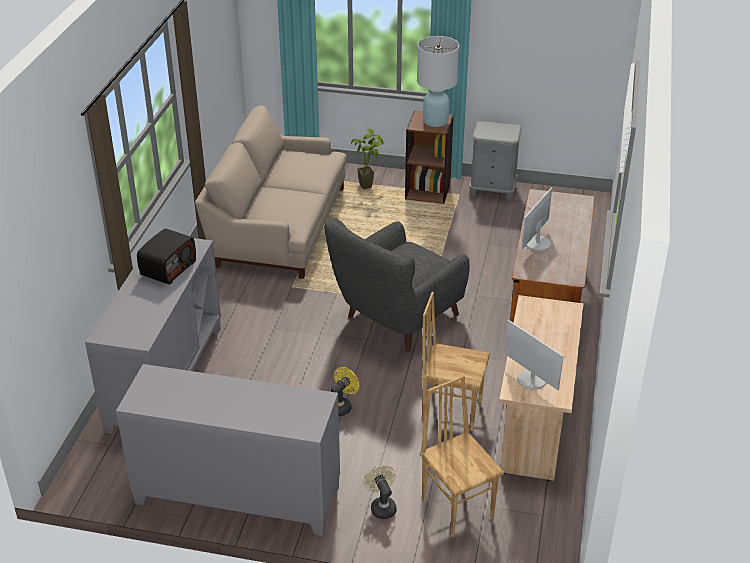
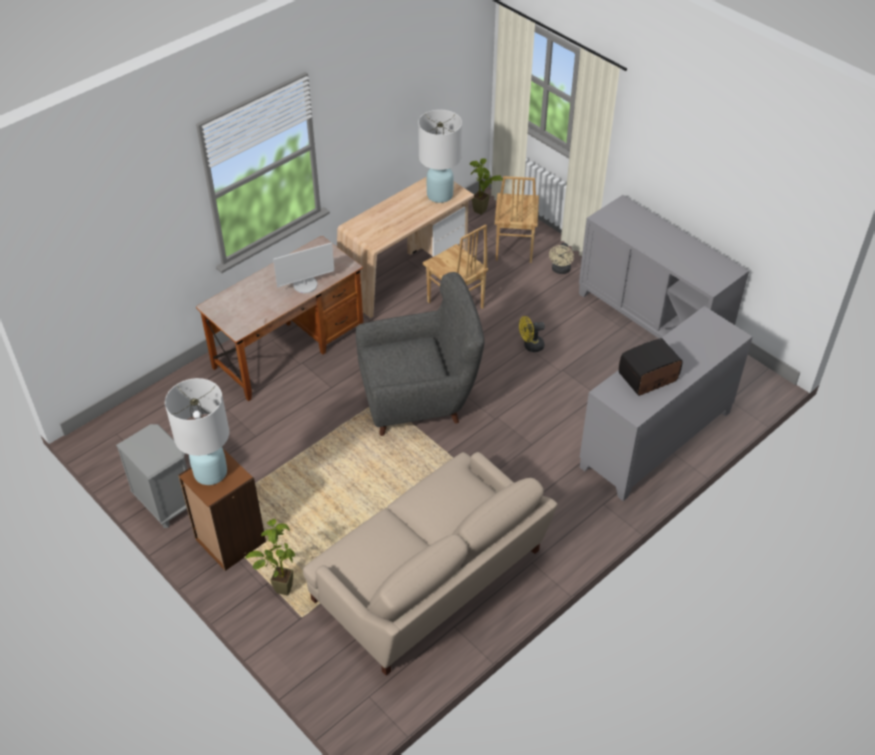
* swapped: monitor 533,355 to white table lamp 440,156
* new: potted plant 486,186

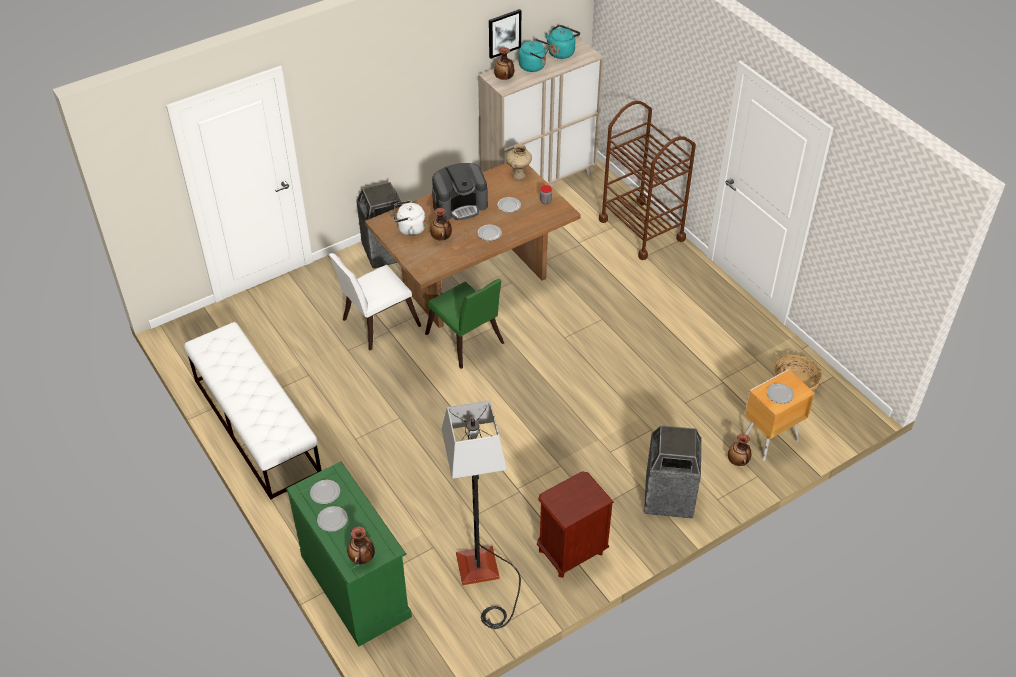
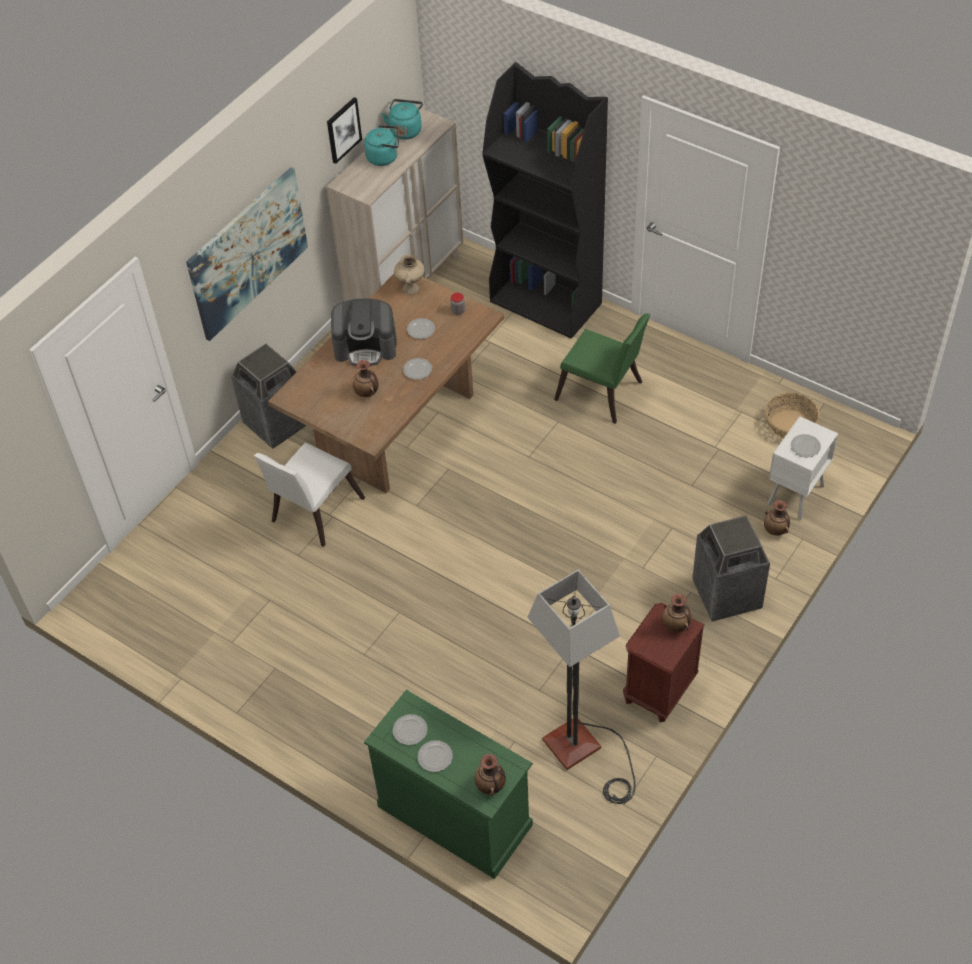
* shifted: vase 504,63 to 676,613
* swapped: brown cart 647,180 to black bookcase 545,200
* rotated: coffee machine 460,191 = 364,332 45 degrees clockwise
* gone: white kettle 410,218
* shifted: green chair 464,324 to 602,368
* gone: white bench 253,411
* repainted: brown nightstand 779,415 to white nightstand 802,468
* new: picture 247,254

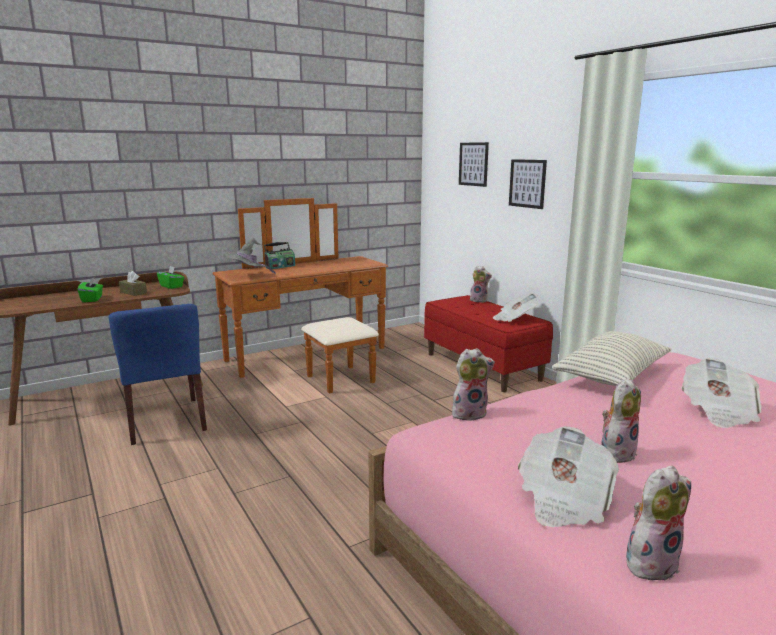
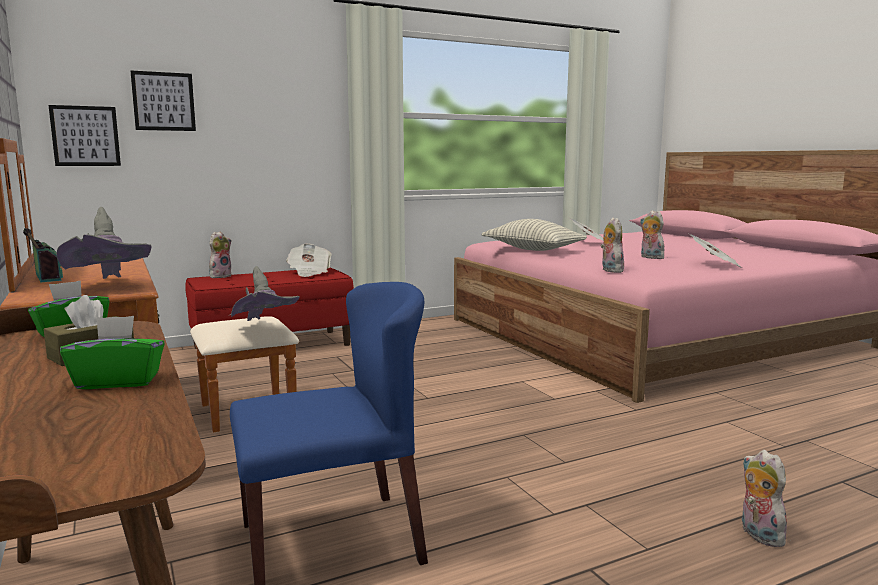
* shifted: picture 528,184 to 85,135
* shifted: plush toy 658,523 to 764,498
* new: grey hat 264,293

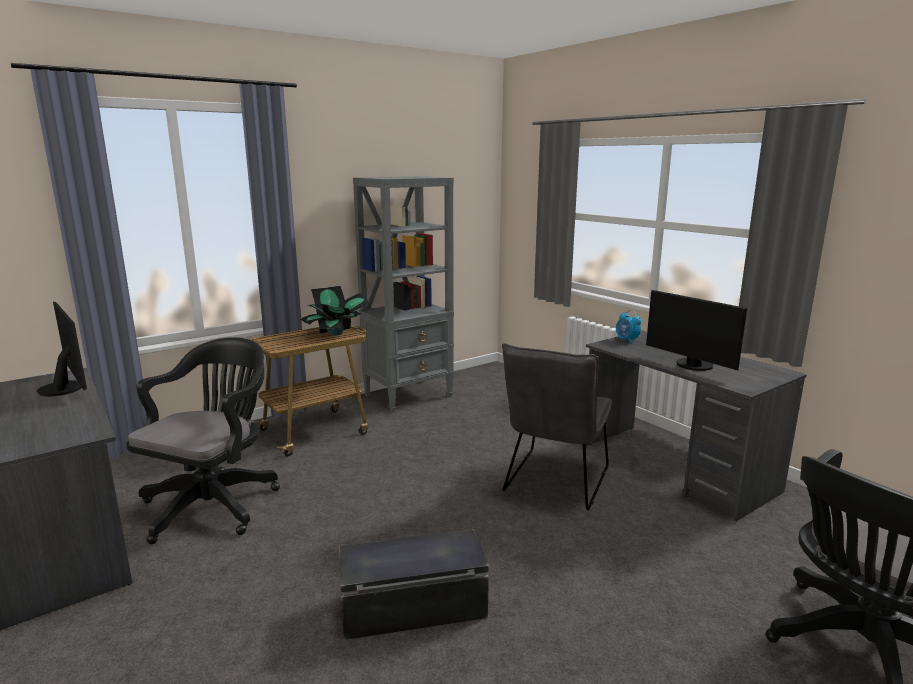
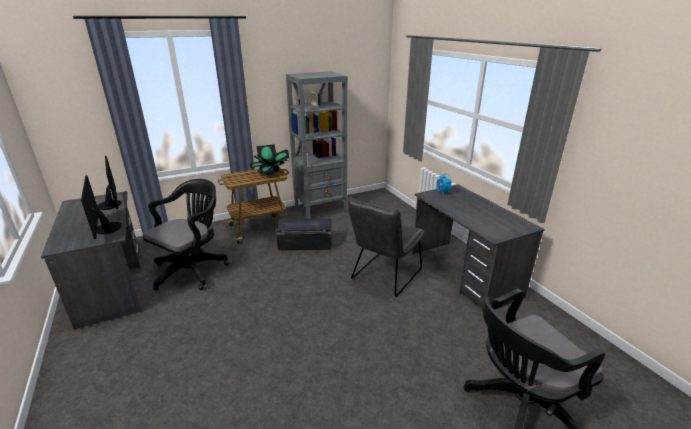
* shifted: monitor 696,330 to 101,207
* shifted: black storage box 414,584 to 304,234

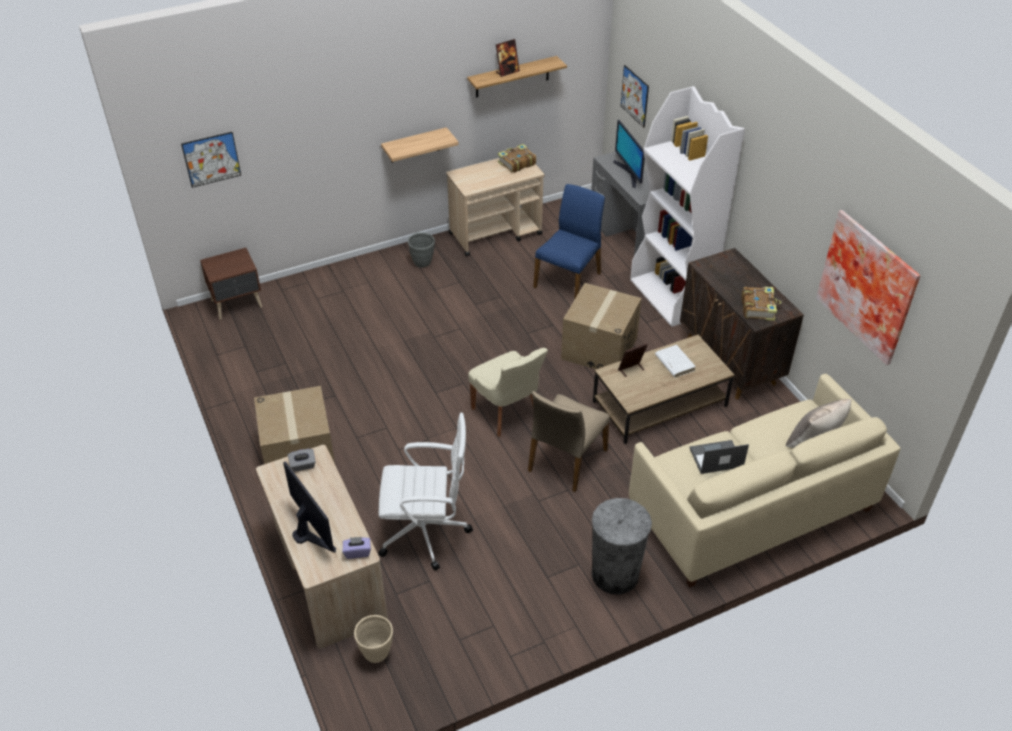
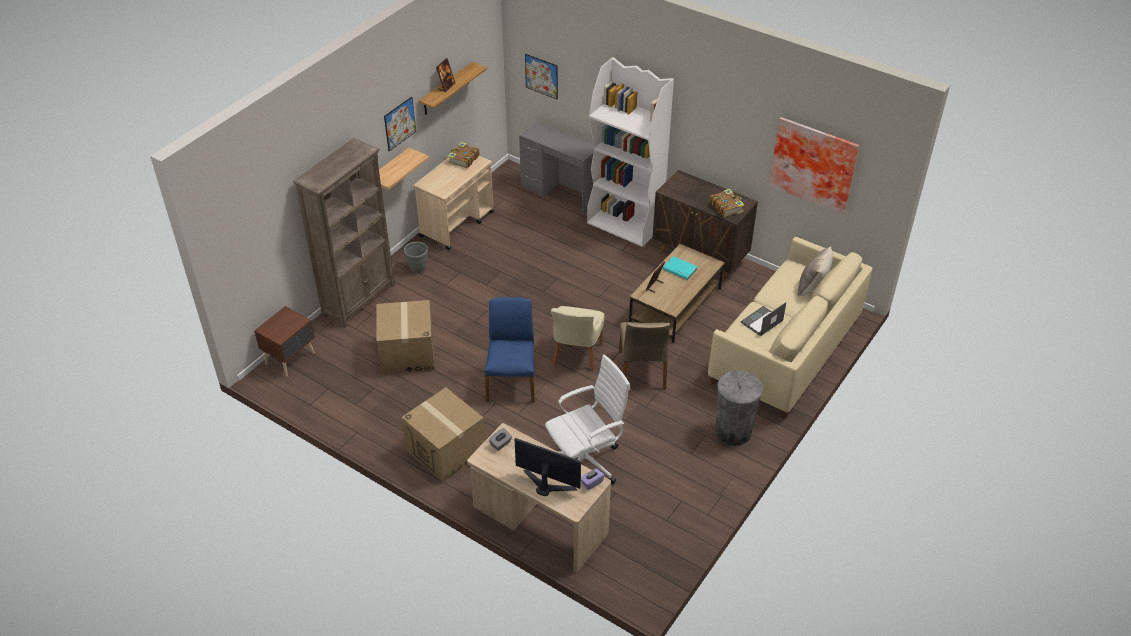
* gone: monitor 629,154
* shifted: picture 211,160 to 400,124
* shifted: blue chair 569,242 to 510,350
* shifted: cardboard box 601,326 to 405,337
* repainted: white book 675,361 to turquoise book 680,268
* rotated: beige chair 508,392 = 578,338 75 degrees clockwise
* gone: beige planter 373,639
* new: brown bookcase 344,233

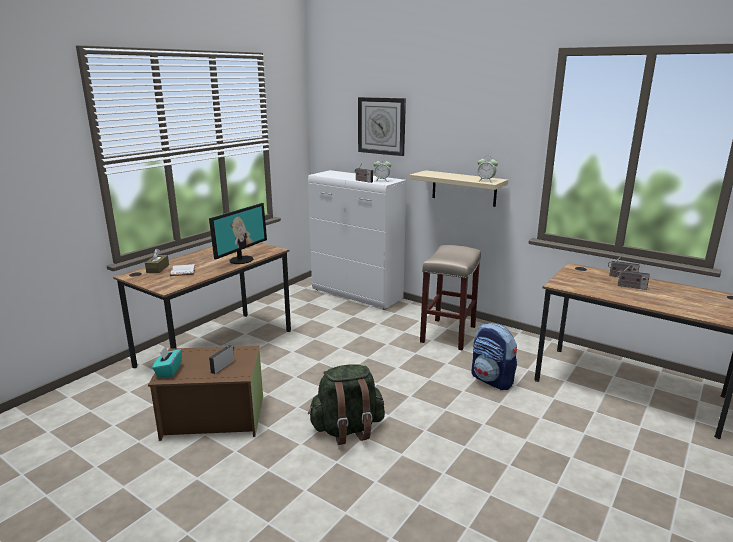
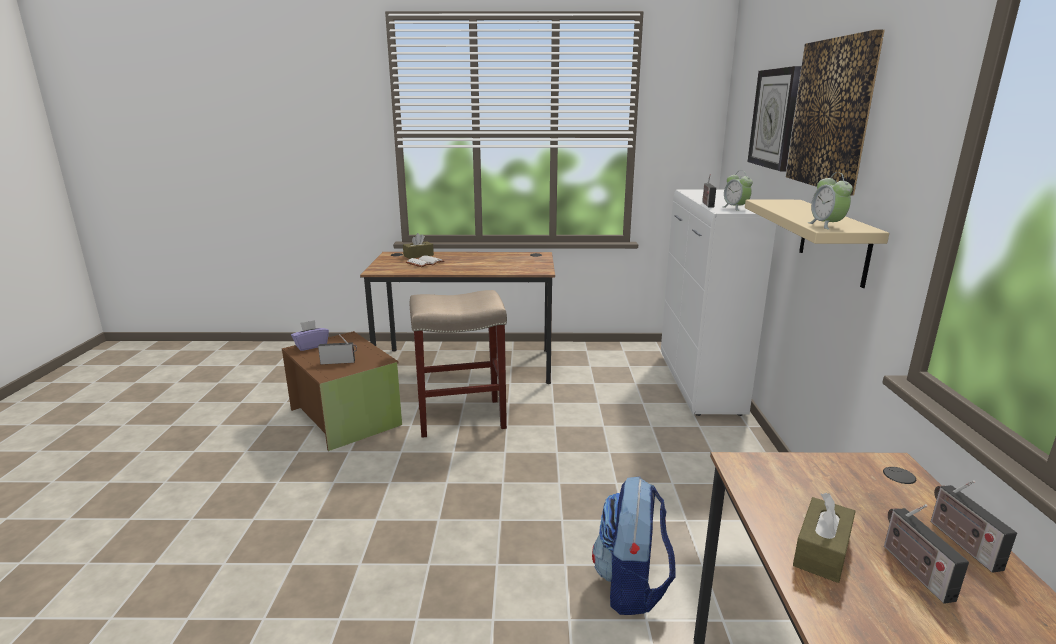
* gone: monitor 238,233
* shifted: beige stool 450,297 to 458,364
* repainted: turquoise tissue box 167,361 to purple tissue box 310,335
* gone: green backpack 346,404
* new: picture 835,113
* new: brown tissue box 824,538

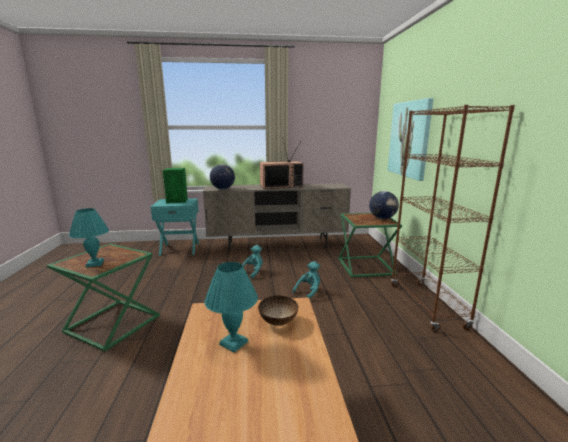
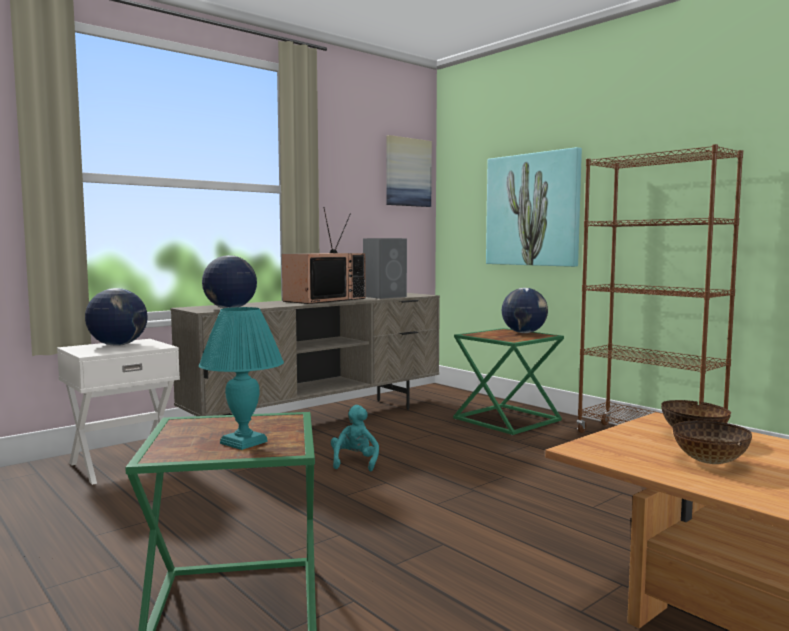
* swapped: green speaker 175,185 to globe 116,317
* repainted: turquoise nightstand 175,227 to white nightstand 118,412
* gone: turquoise plush toy 306,280
* swapped: turquoise table lamp 231,307 to bowl 712,442
* new: picture 409,171
* new: grey speaker 385,268

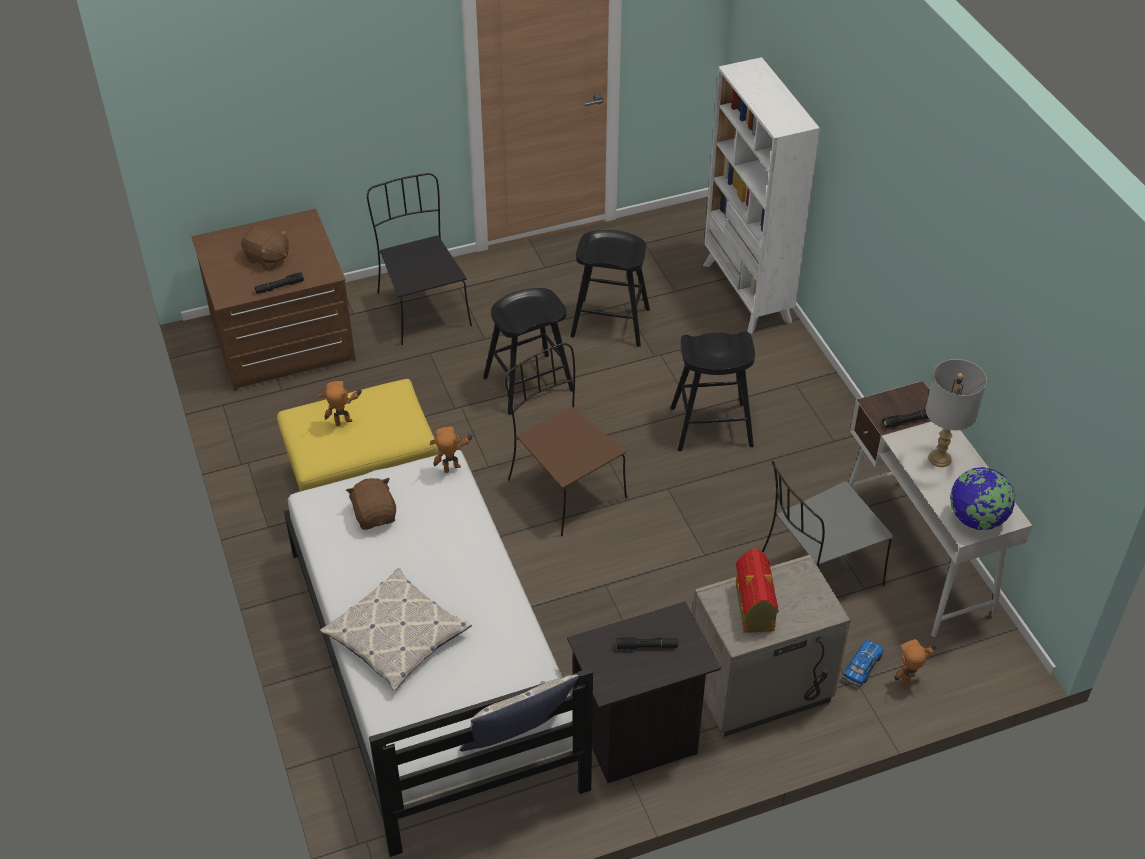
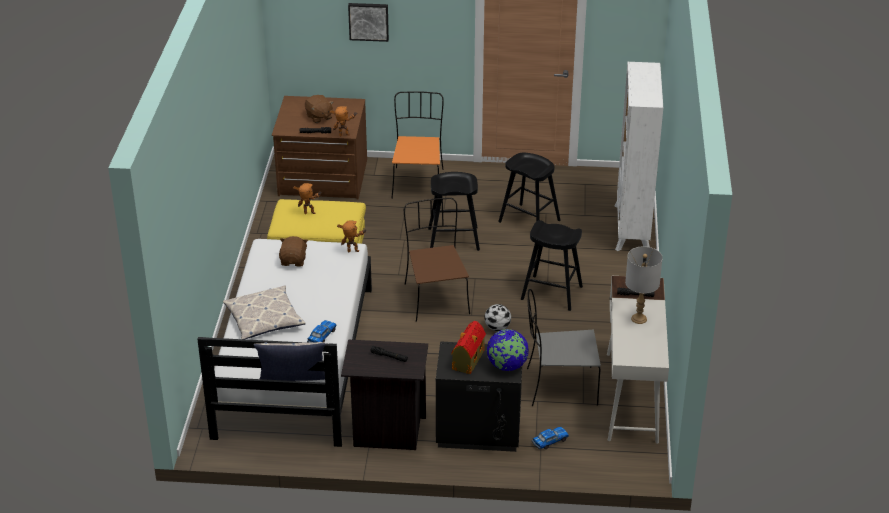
* repainted: black chair 419,259 to orange chair 417,145
* shifted: globe 982,498 to 508,350
* repainted: beige nightstand 771,646 to black nightstand 479,397
* shifted: toy robot 916,662 to 343,121
* new: picture 368,22
* new: football 497,317
* new: toy car 321,331

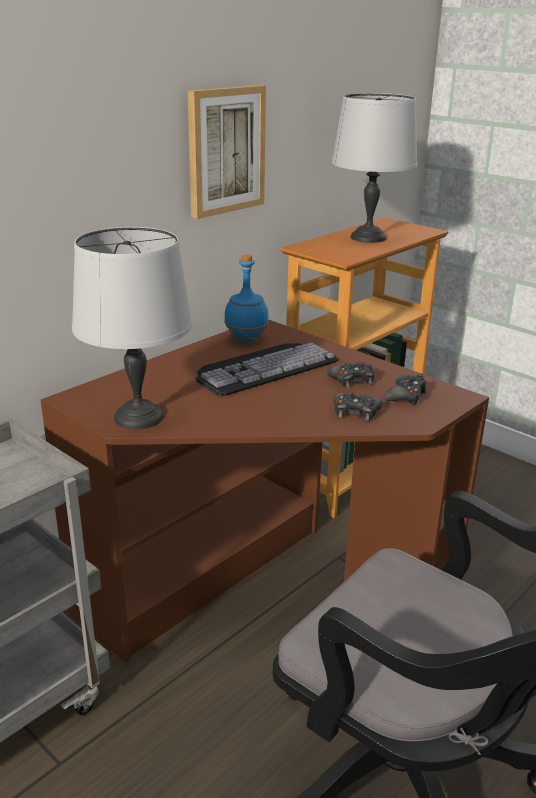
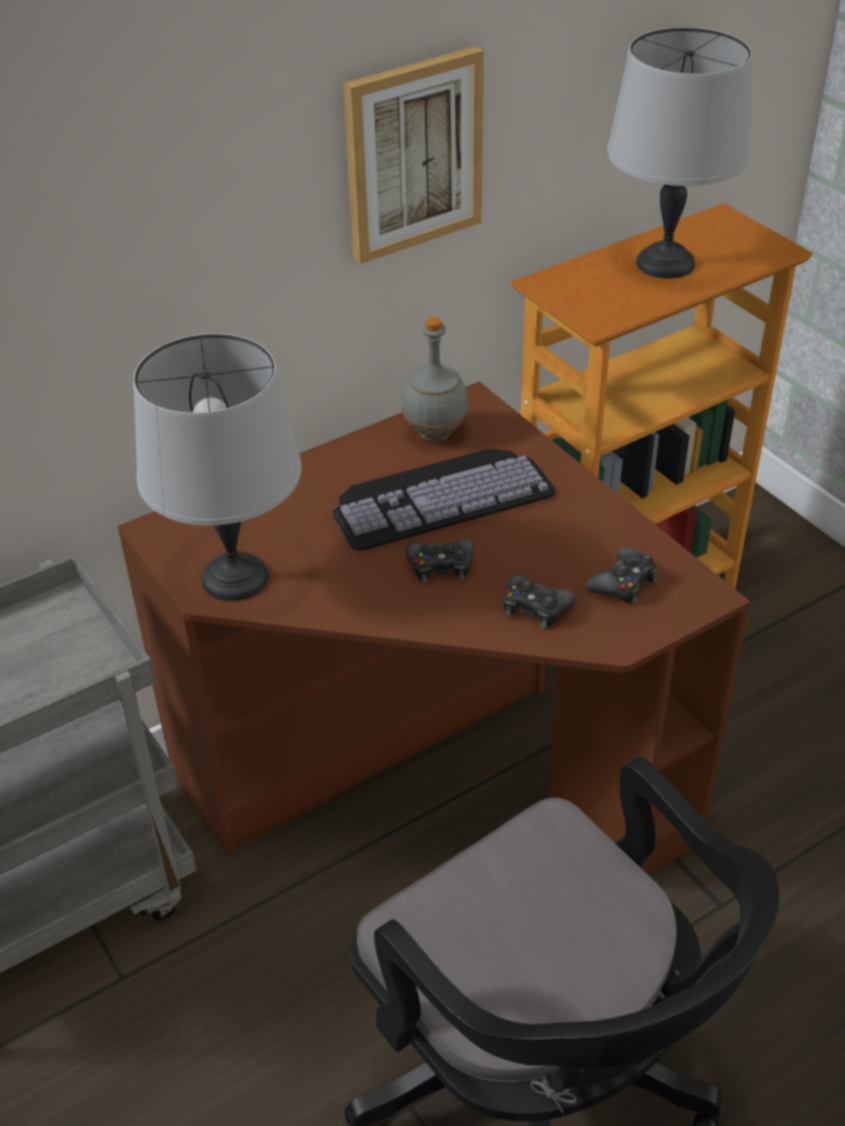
* repainted: blue bottle 246,299 to grey bottle 434,379
* shifted: black game controller 350,374 to 439,561

